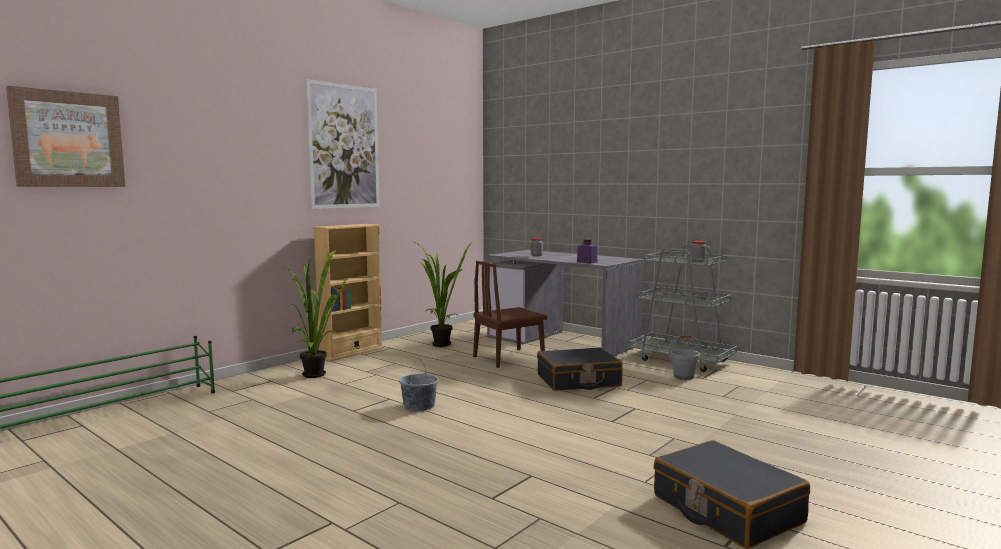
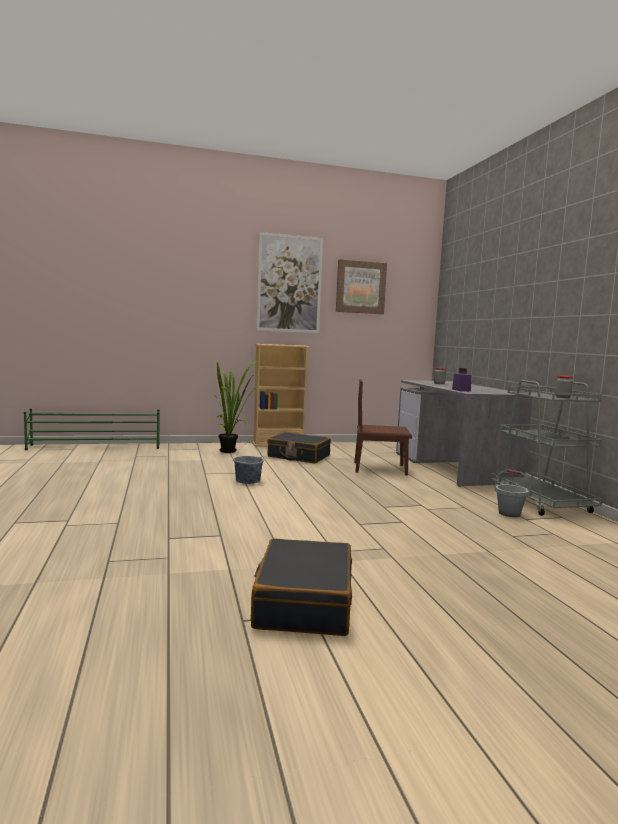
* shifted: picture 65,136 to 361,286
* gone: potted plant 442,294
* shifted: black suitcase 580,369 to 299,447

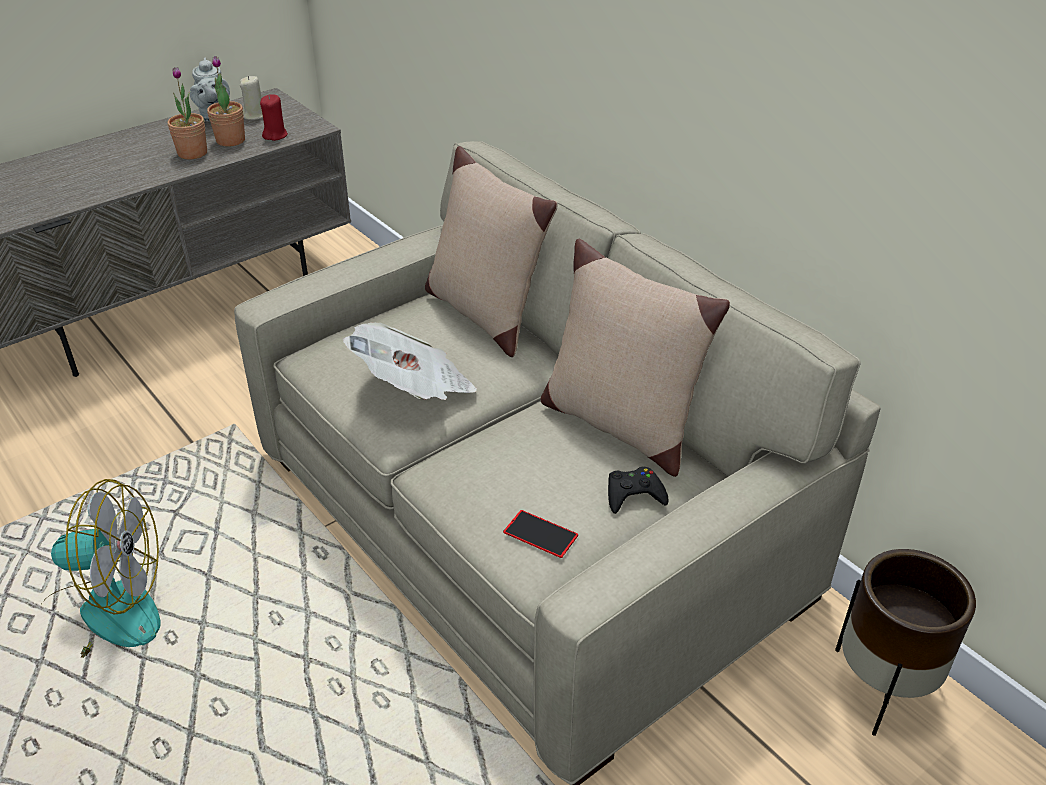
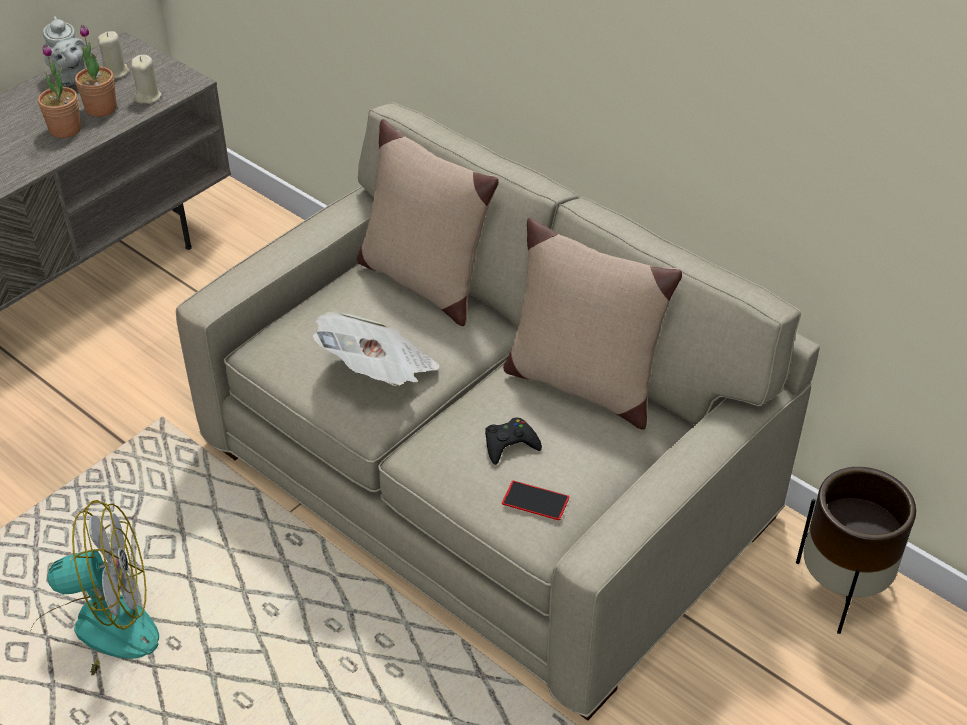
* repainted: red candle 274,117 to beige candle 146,79
* shifted: black game controller 638,490 to 513,441

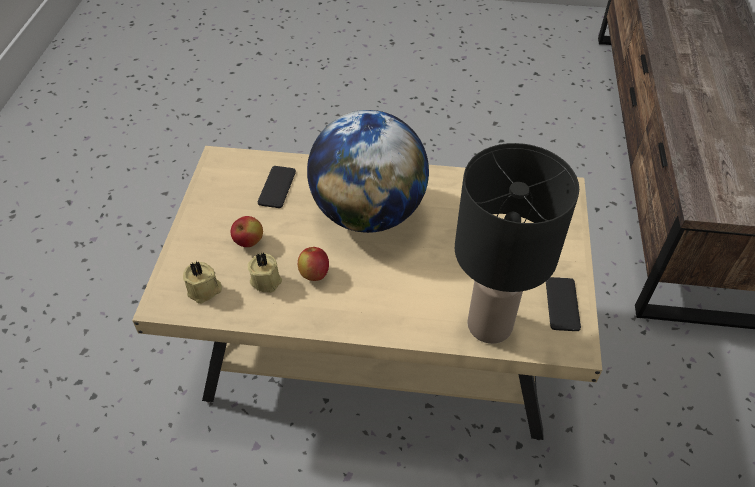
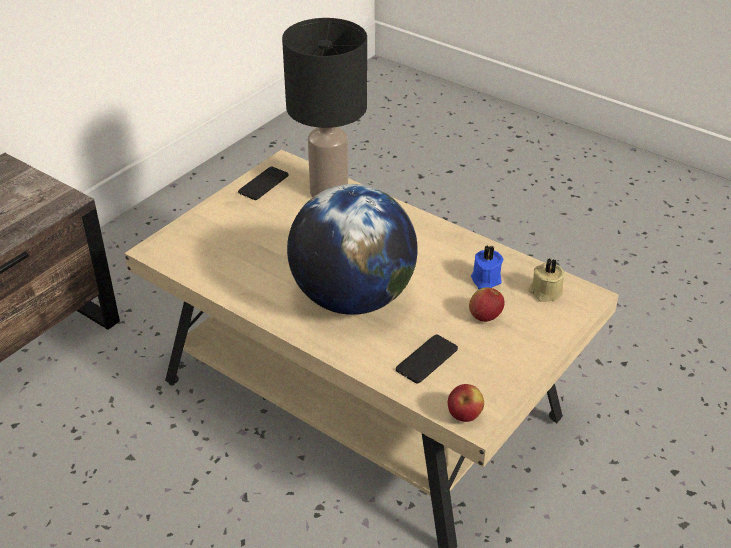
* shifted: apple 313,264 to 466,403
* repainted: beige candle 264,272 to blue candle 487,267

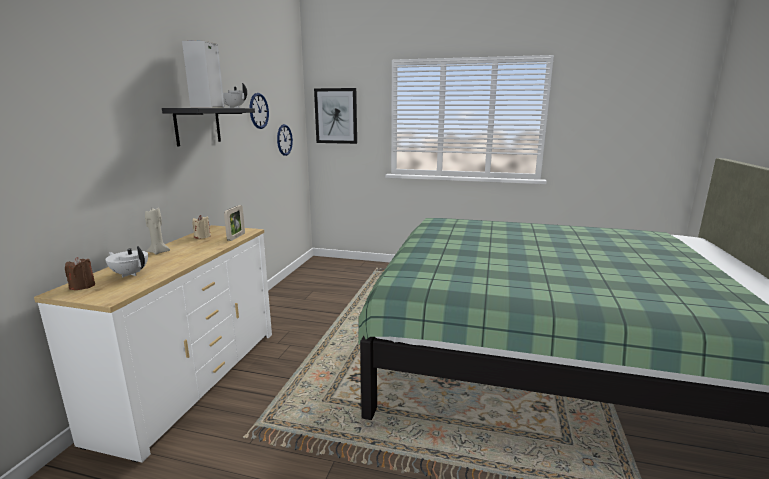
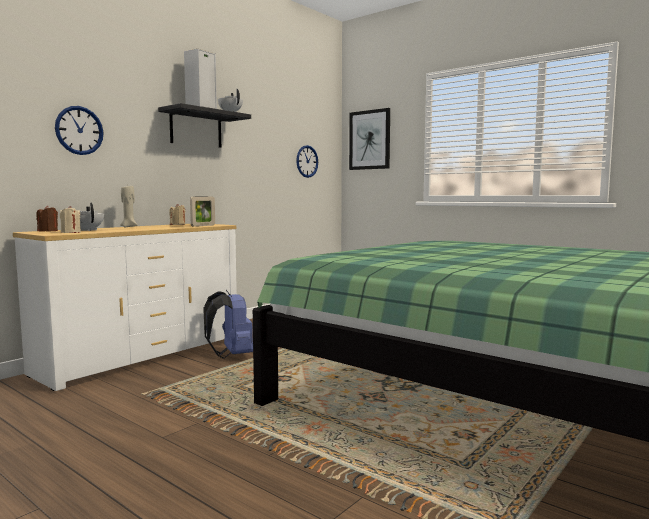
* shifted: wall clock 259,111 to 79,130
* new: beige candle 70,219
* new: blue backpack 228,324

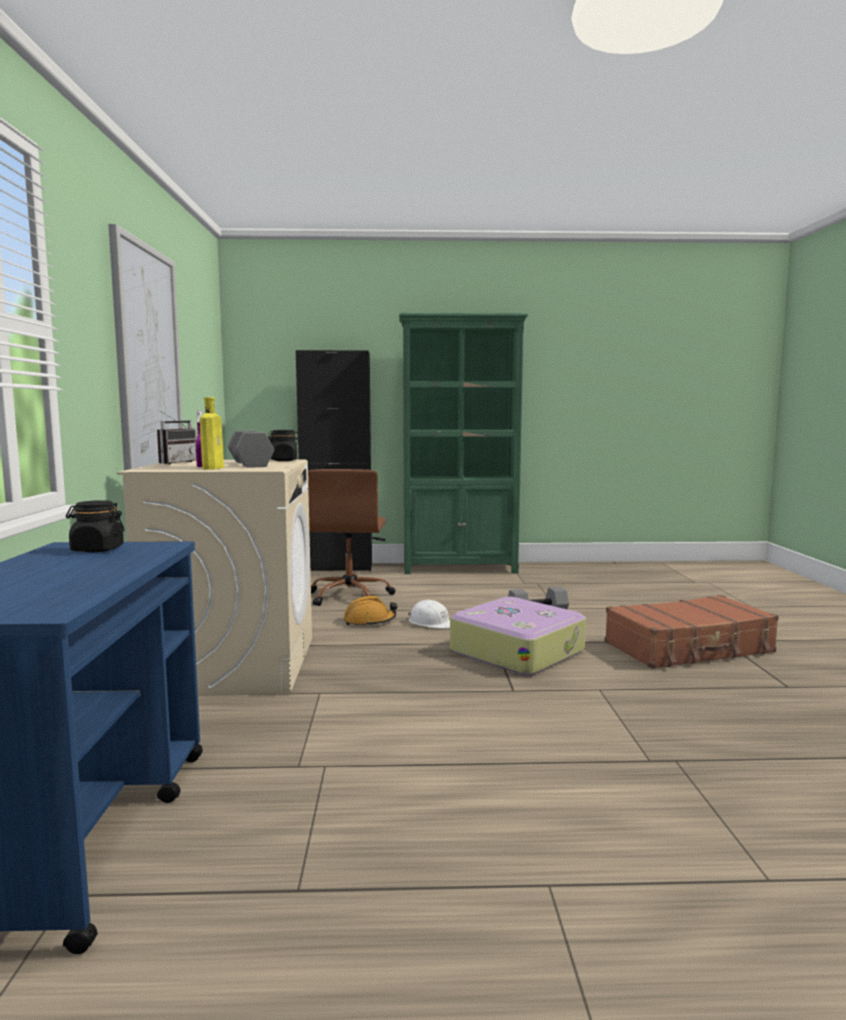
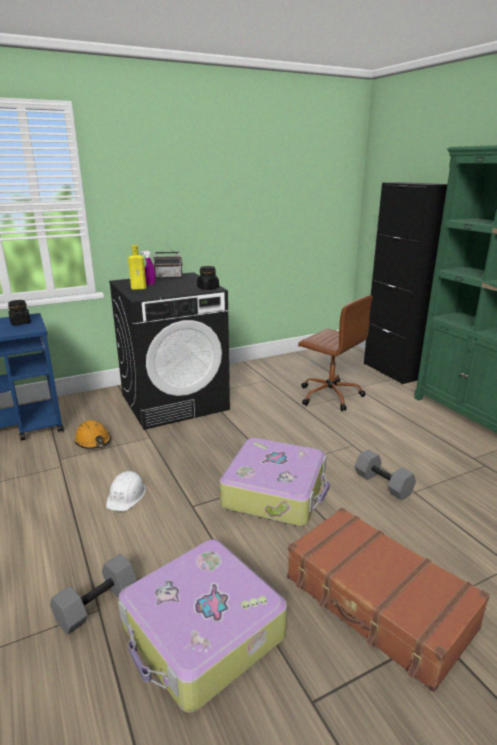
* gone: picture 145,346
* shifted: grey dumbbell 250,449 to 93,594
* repainted: beige washing machine 214,578 to black washing machine 169,351
* rotated: brown office chair 352,537 = 335,353 120 degrees counterclockwise
* shifted: orange hard hat 371,611 to 92,434
* shifted: white hard hat 429,614 to 126,491
* new: suitcase 202,626

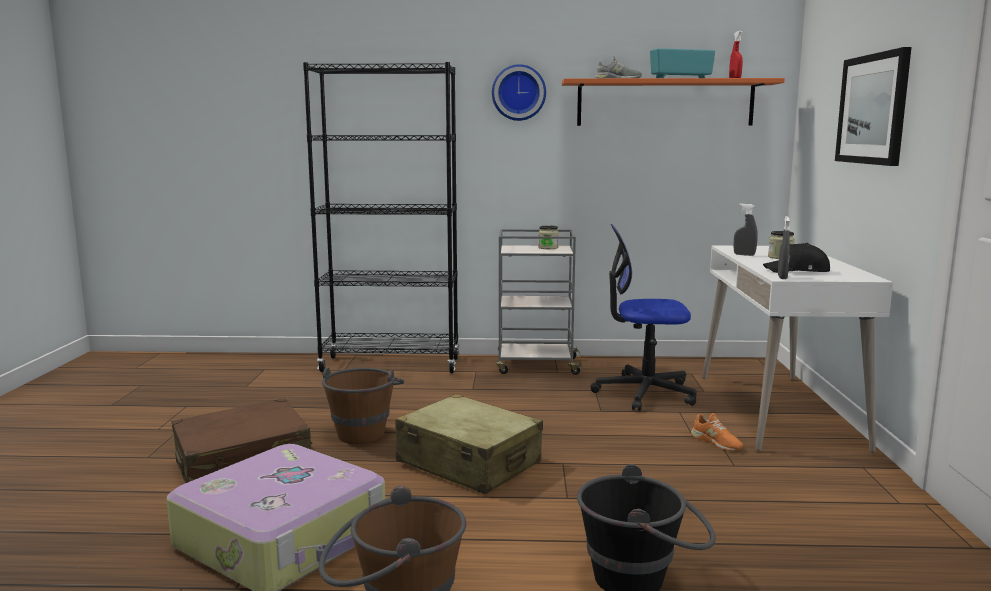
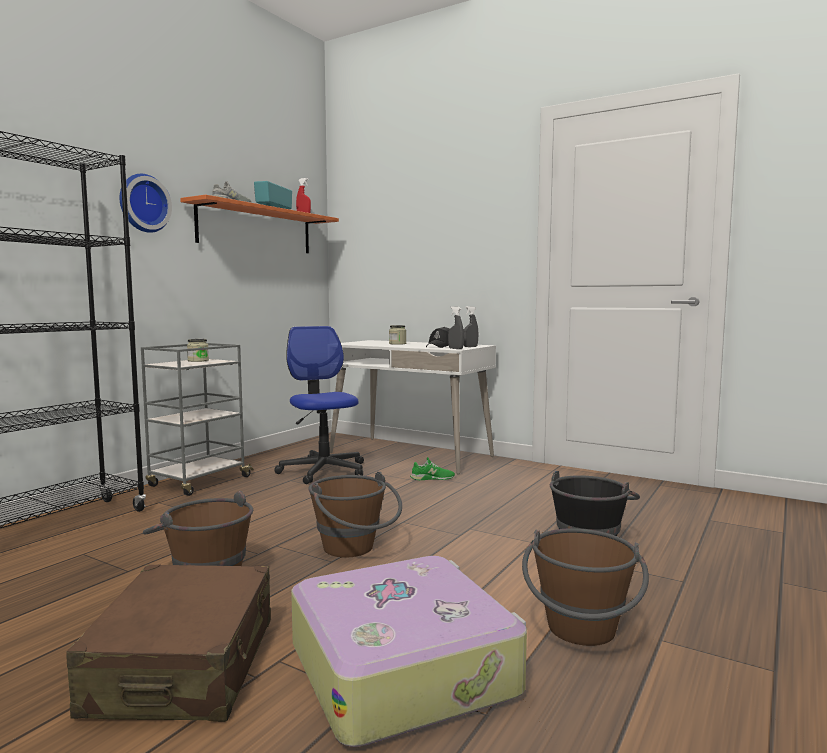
* gone: picture 873,106
* shifted: grey spray bottle 746,229 to 471,326
* rotated: office chair 643,317 = 319,405 120 degrees clockwise
* swapped: beige suitcase 469,444 to brown bucket 355,514
* repainted: orange shoe 717,432 to green shoe 432,468

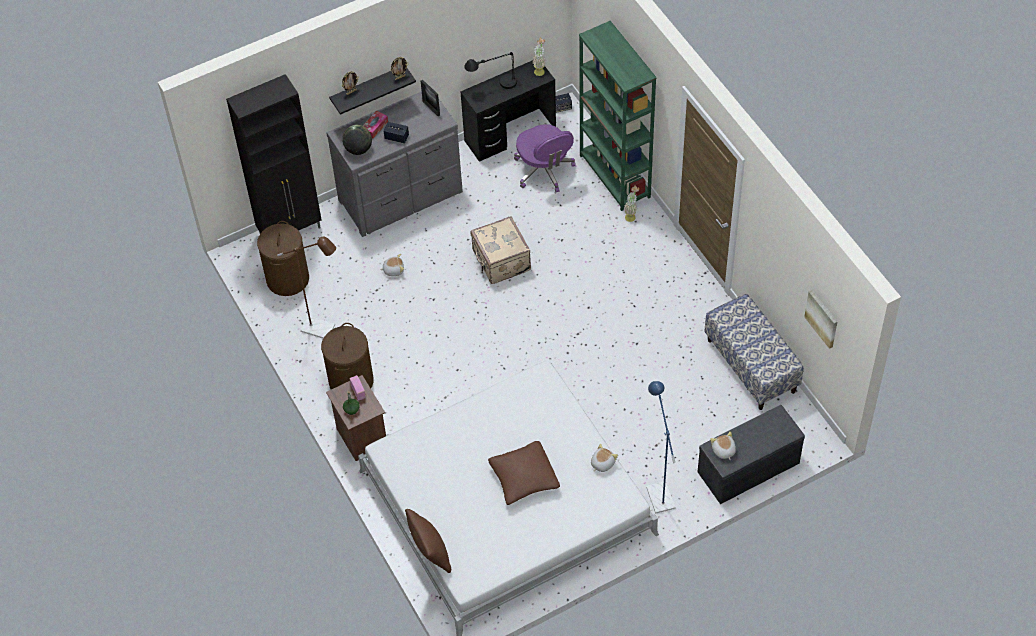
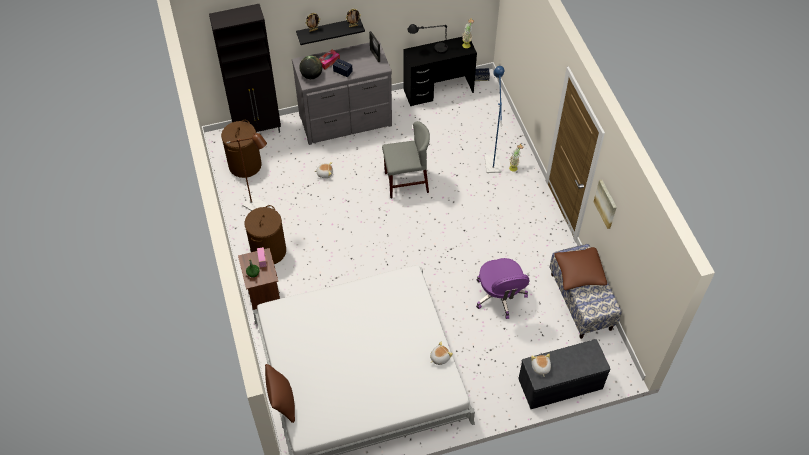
* gone: green bookcase 618,116
* shifted: purple office chair 545,158 to 503,288
* swapped: beige suitcase 501,250 to grey chair 406,159
* shifted: picture 821,319 to 605,204
* shifted: blue floor lamp 660,447 to 494,119
* shifted: brown pillow 524,473 to 581,268

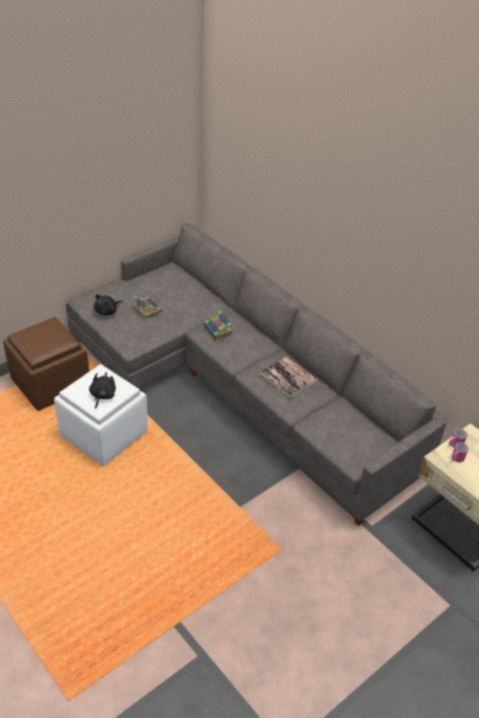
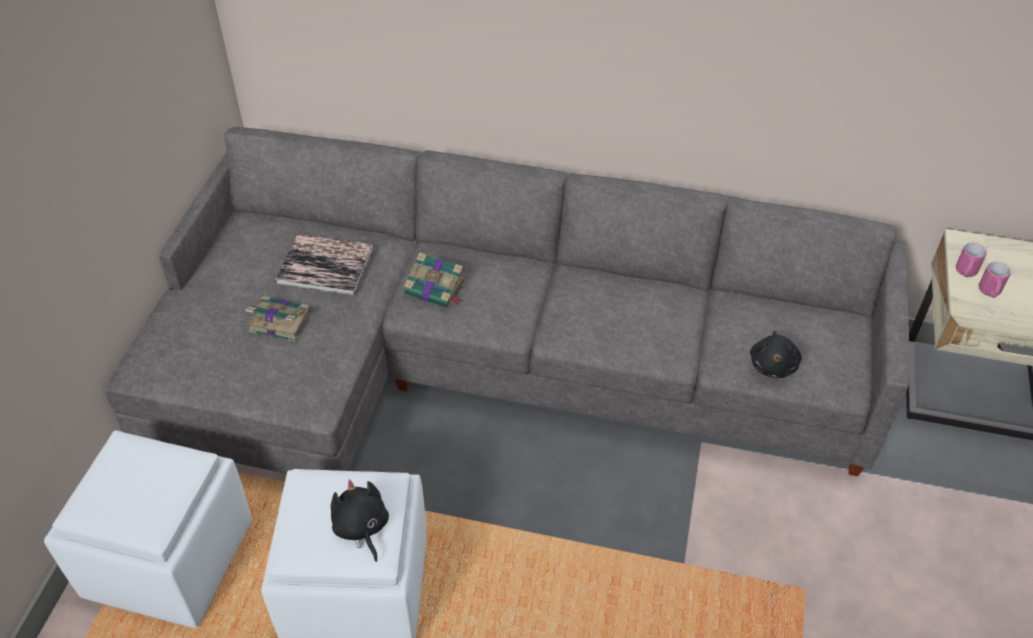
* shifted: black plush toy 108,304 to 776,354
* repainted: brown ottoman 46,364 to white ottoman 148,529
* shifted: book 288,377 to 324,264

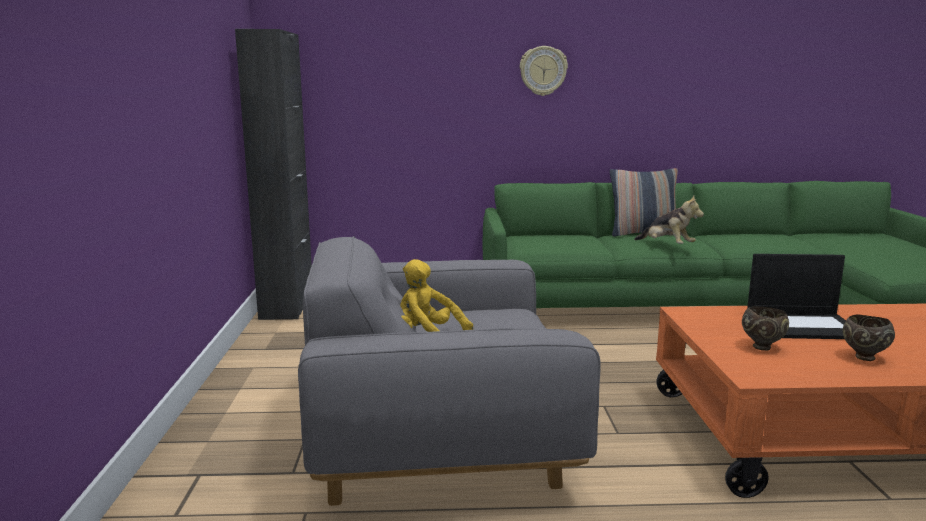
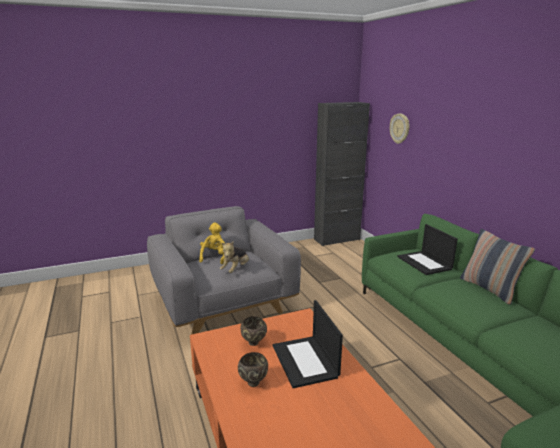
* shifted: wall clock 544,71 to 400,128
* shifted: plush toy 669,220 to 234,257
* new: laptop 427,249

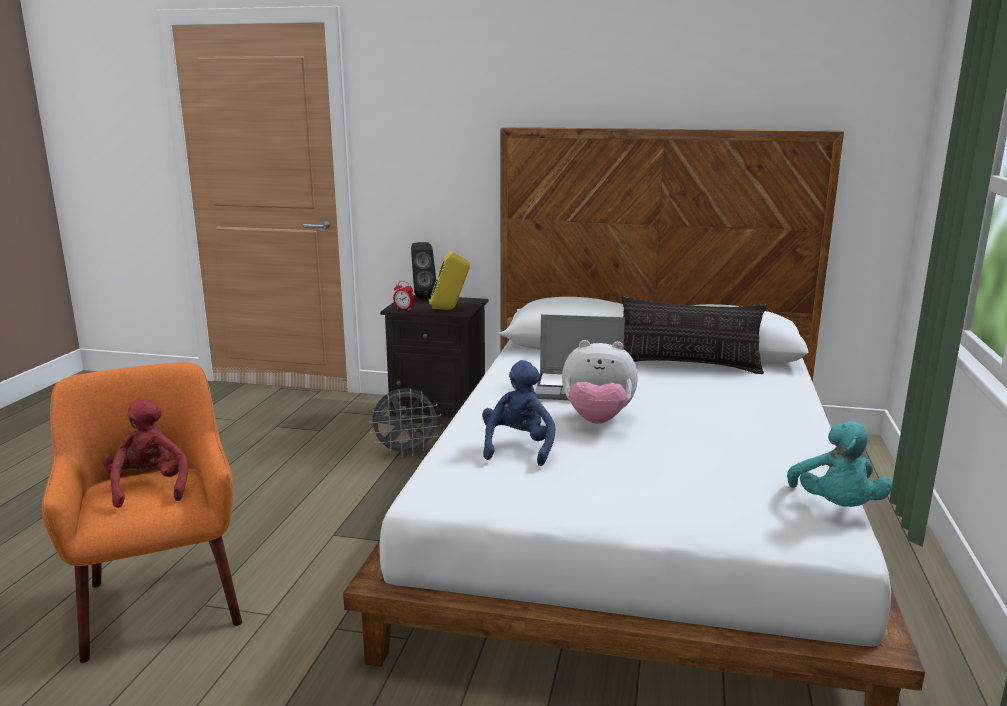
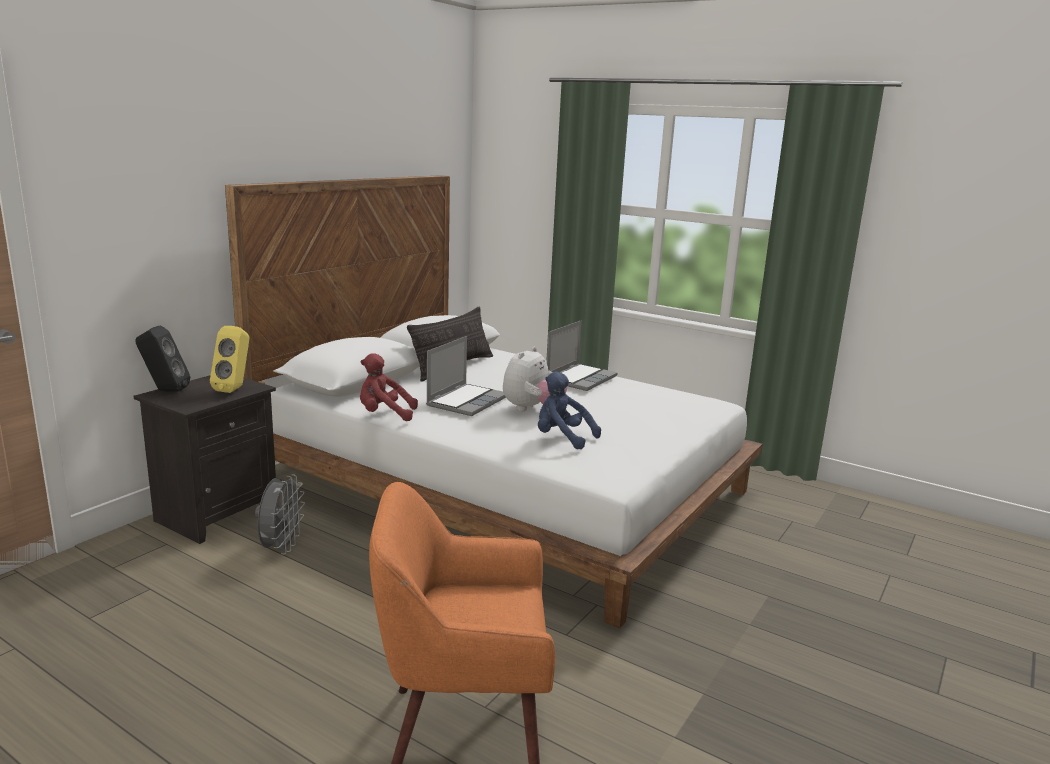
* gone: alarm clock 403,295
* shifted: red plush toy 145,453 to 389,387
* gone: turquoise plush toy 839,464
* new: laptop 582,356

